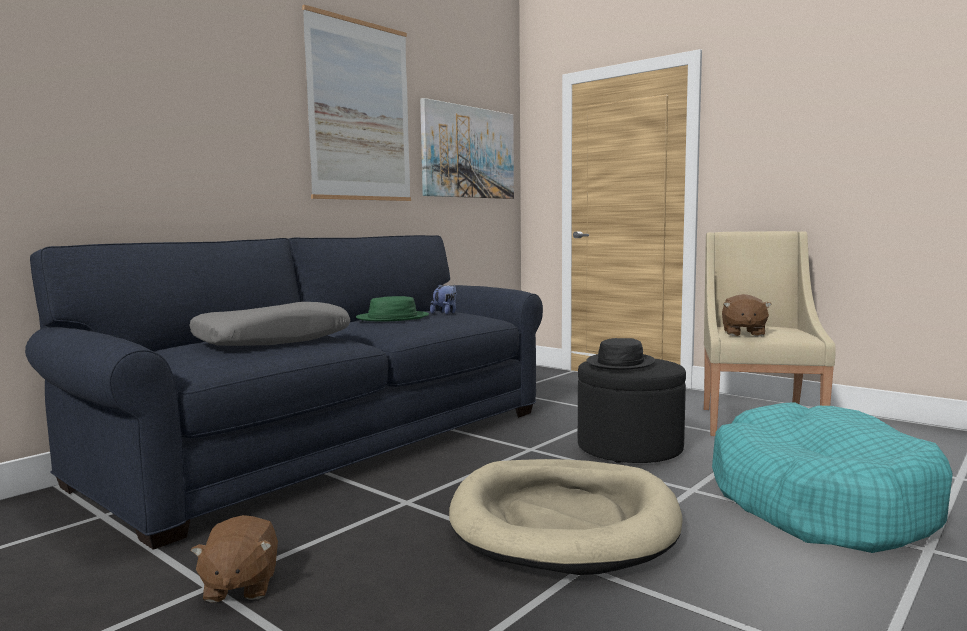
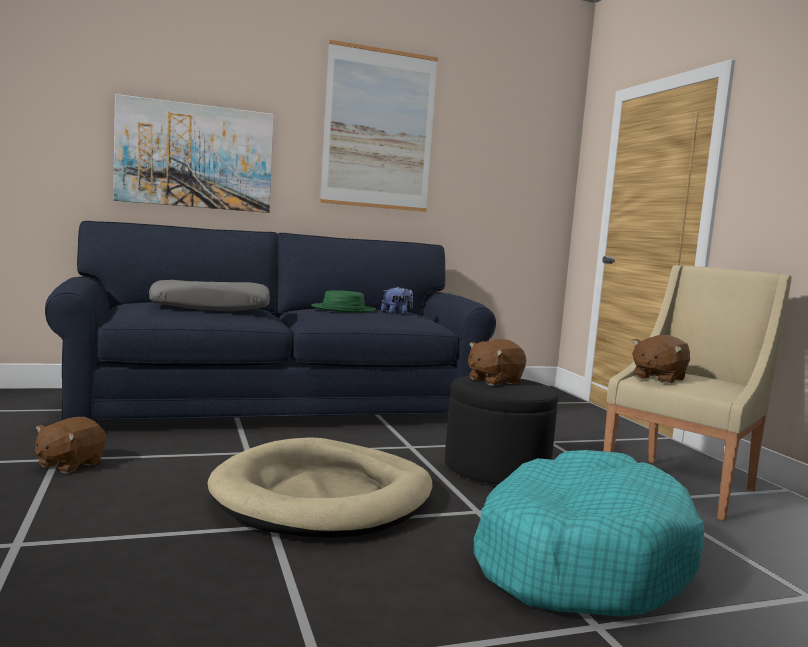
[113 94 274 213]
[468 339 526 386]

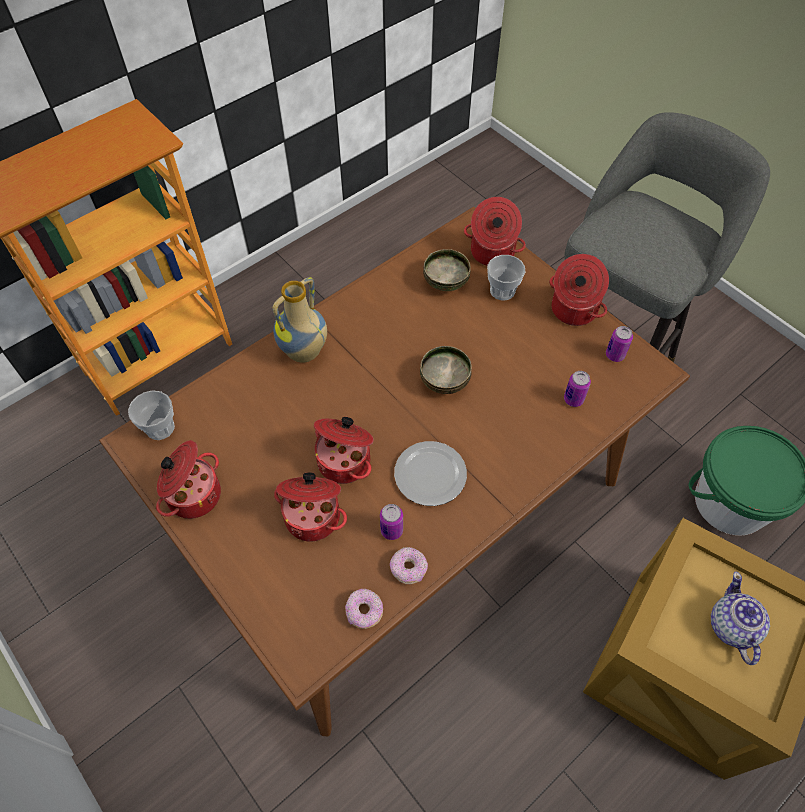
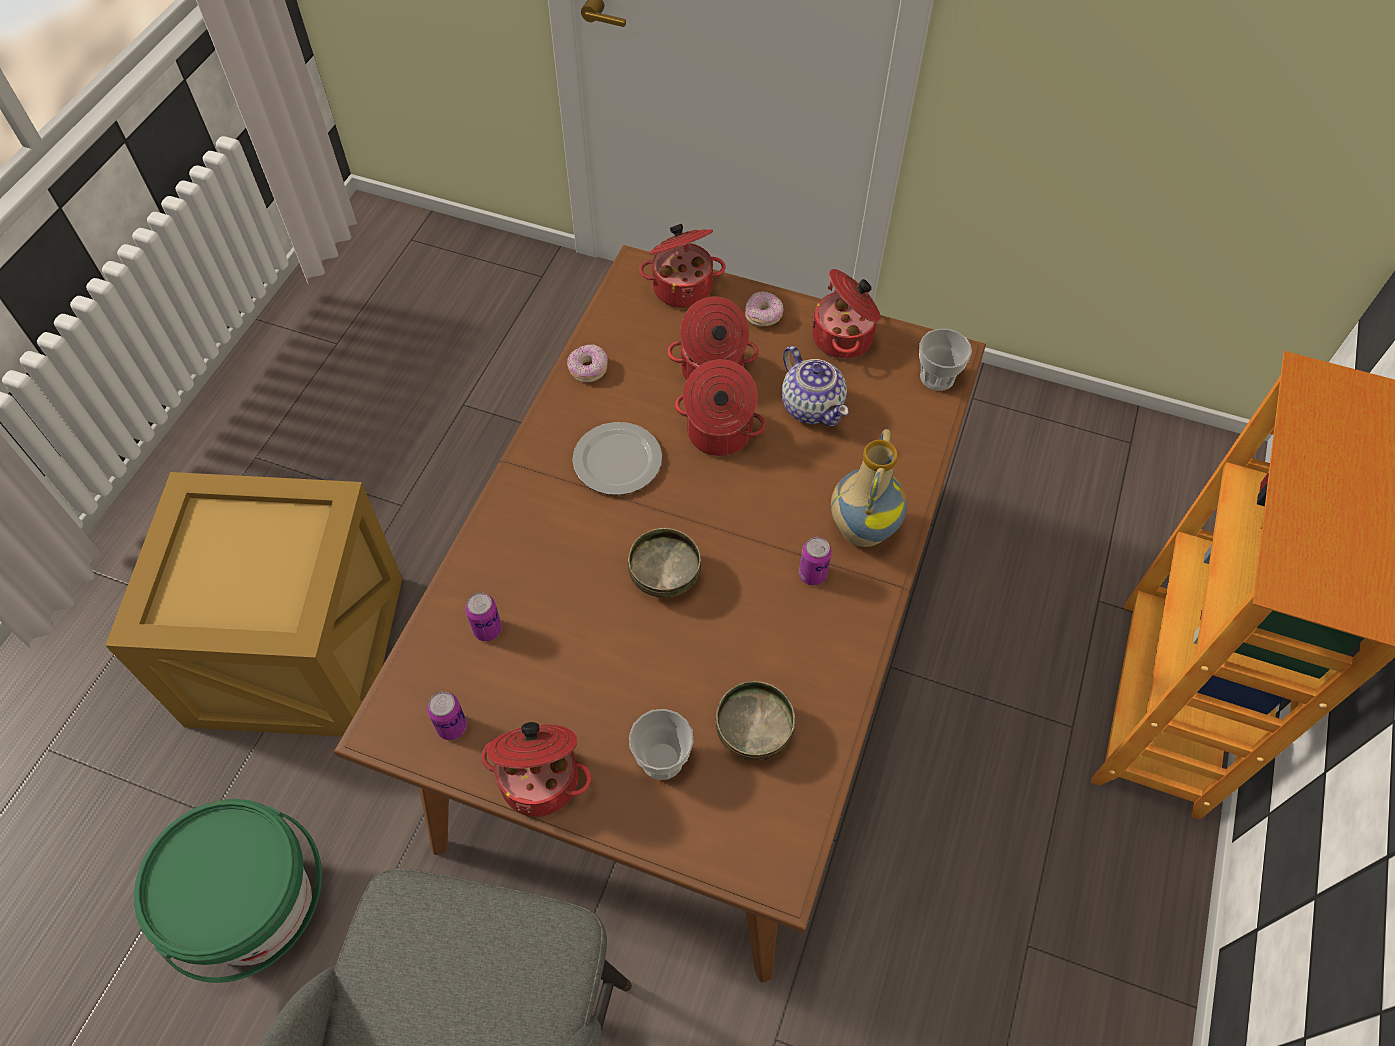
[745 291 784 326]
[799 537 832 585]
[639 224 726 308]
[782 346 849 426]

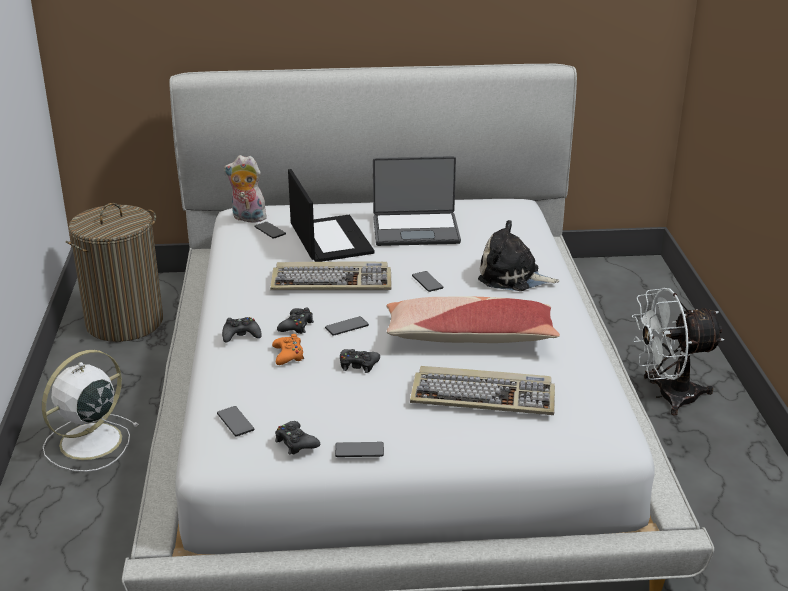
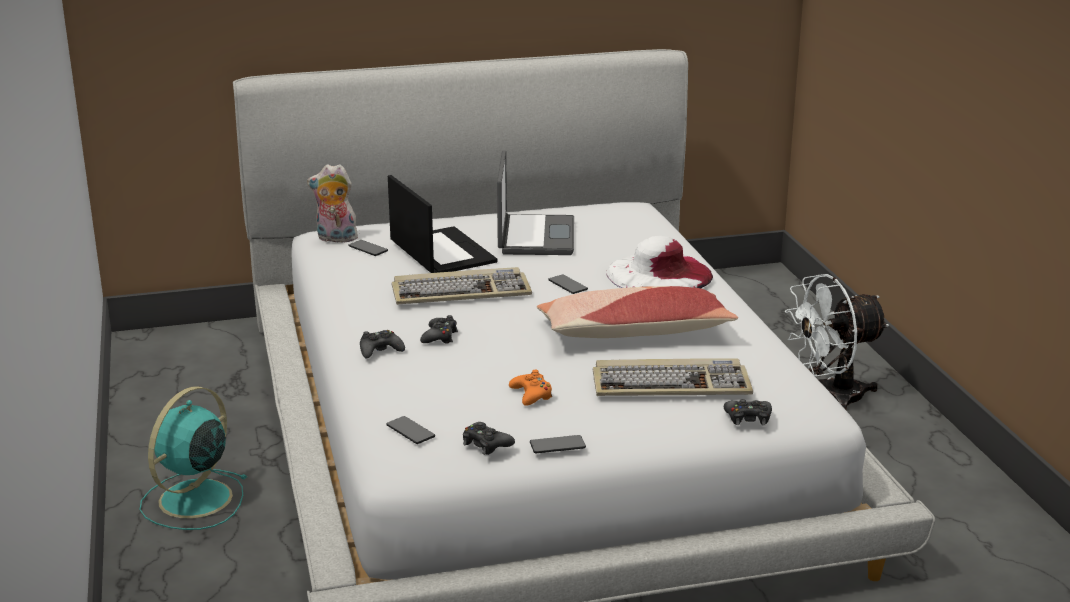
[66 203 163 342] (first image)
[325 316 369 336] (first image)
[509 370 553 406]
[724 399 772 425]
[606 236 713 288]
[139 386 247 530]
[497 150 574 255]

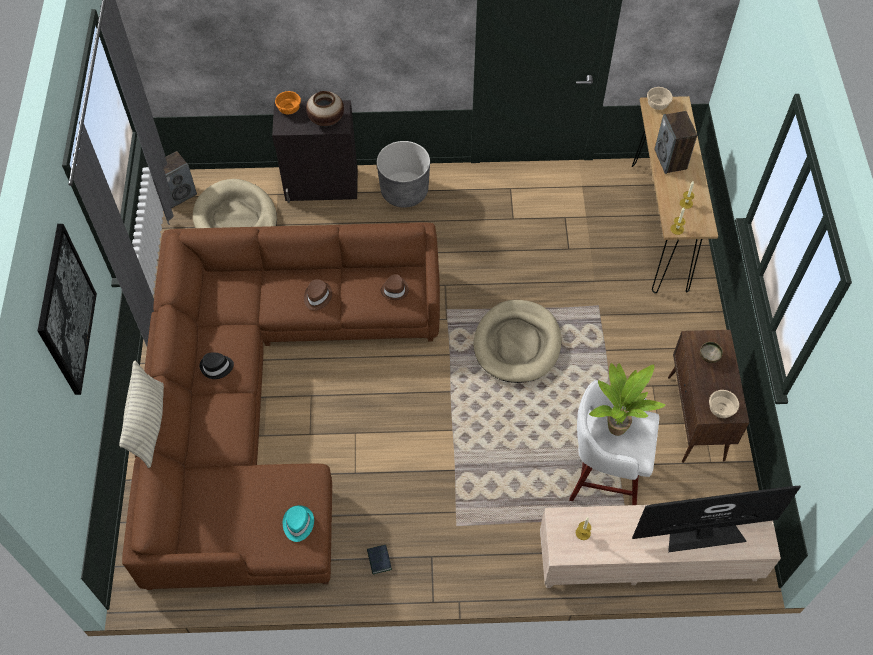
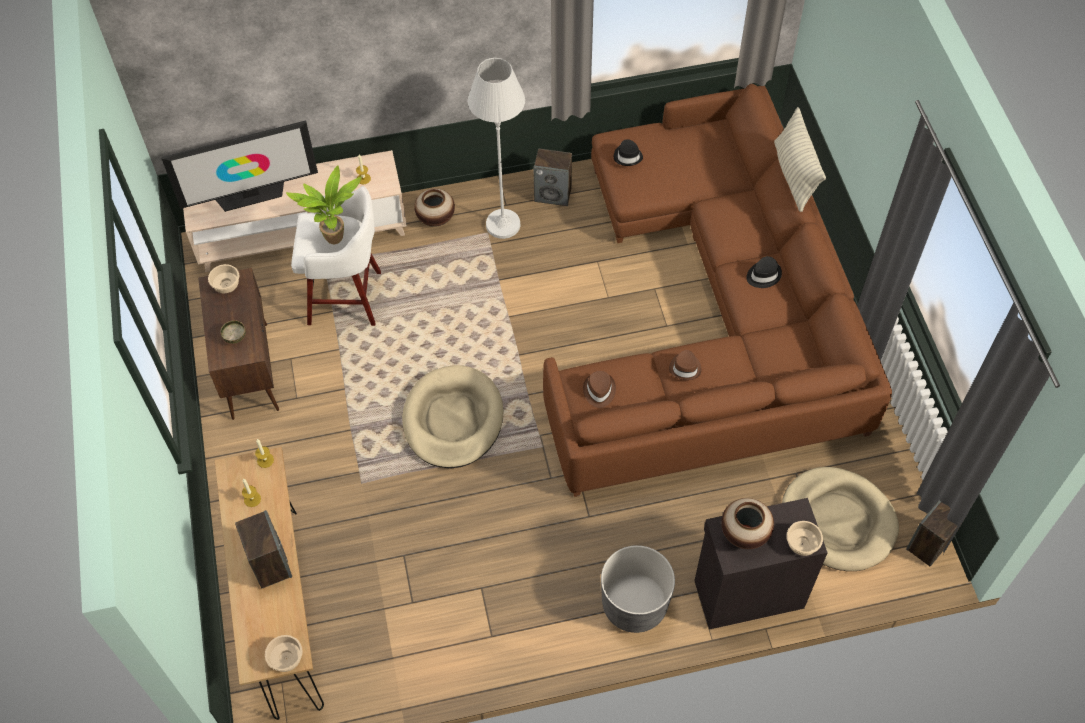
[37 224 97 395] (first image)
[414 189 455 227]
[468 58 525 239]
[534 149 572 206]
[787 521 823 556]
[614 139 643 166]

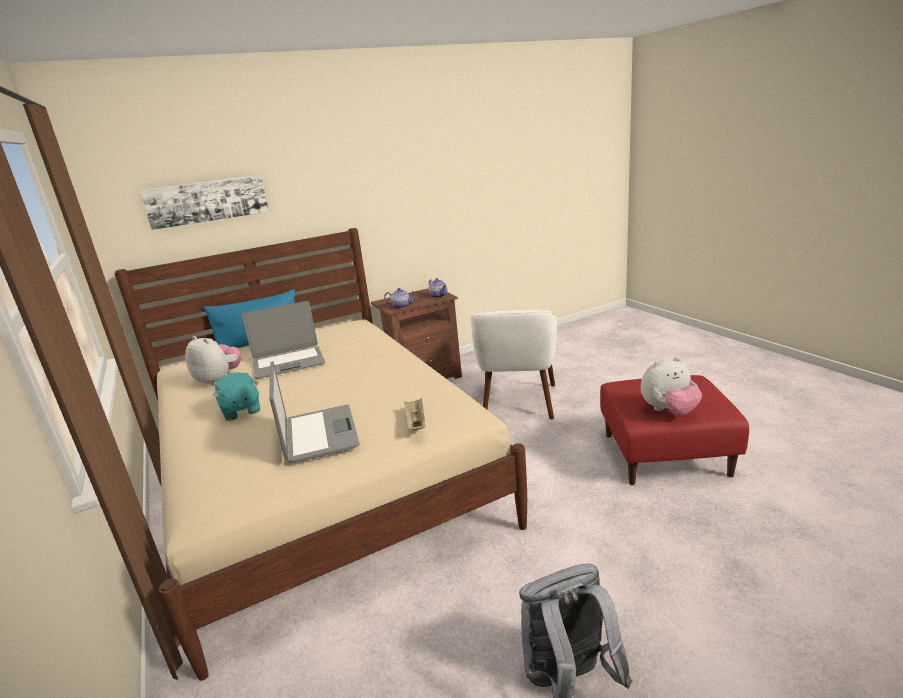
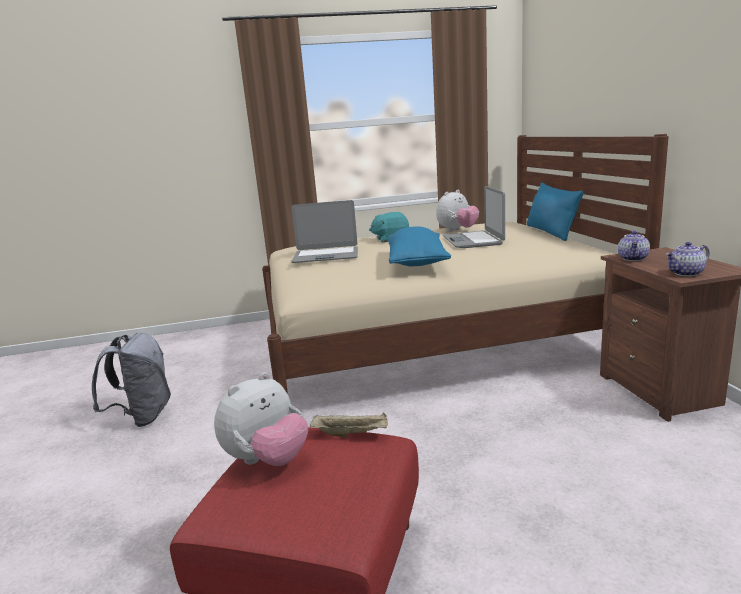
[140 175 269 230] (first image)
[471 310 557 420] (first image)
[388 226 451 266]
[310 413 388 437]
[214 372 308 466]

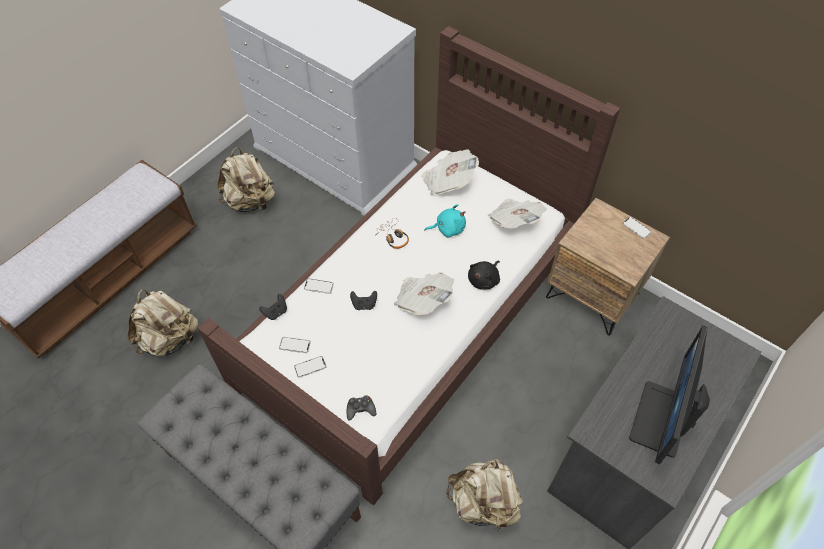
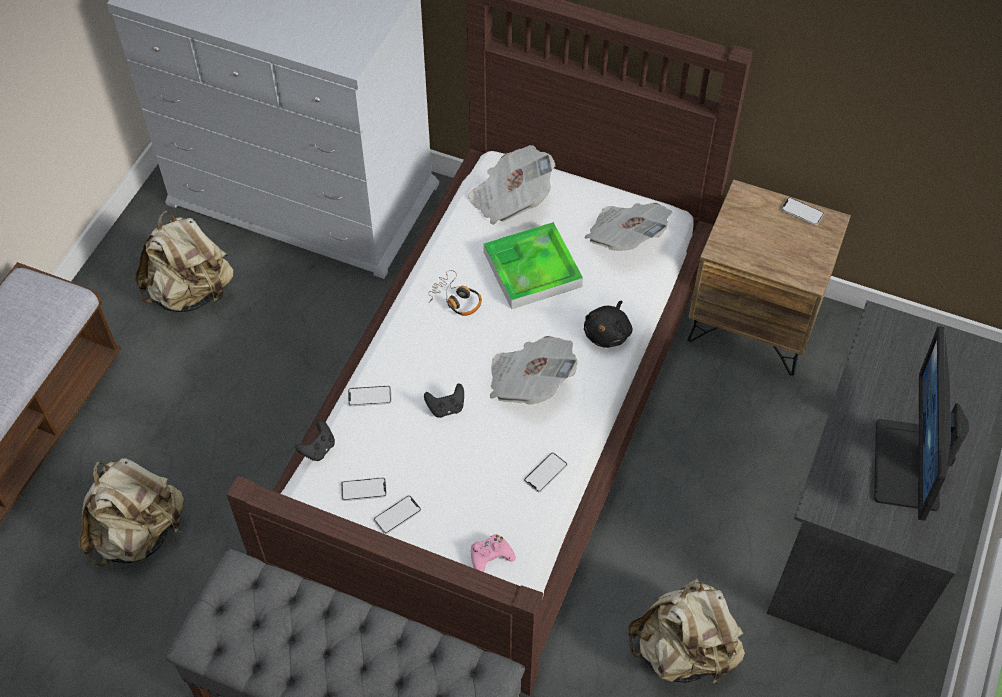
[524 453 568 492]
[484 222 583 309]
[471 534 516 572]

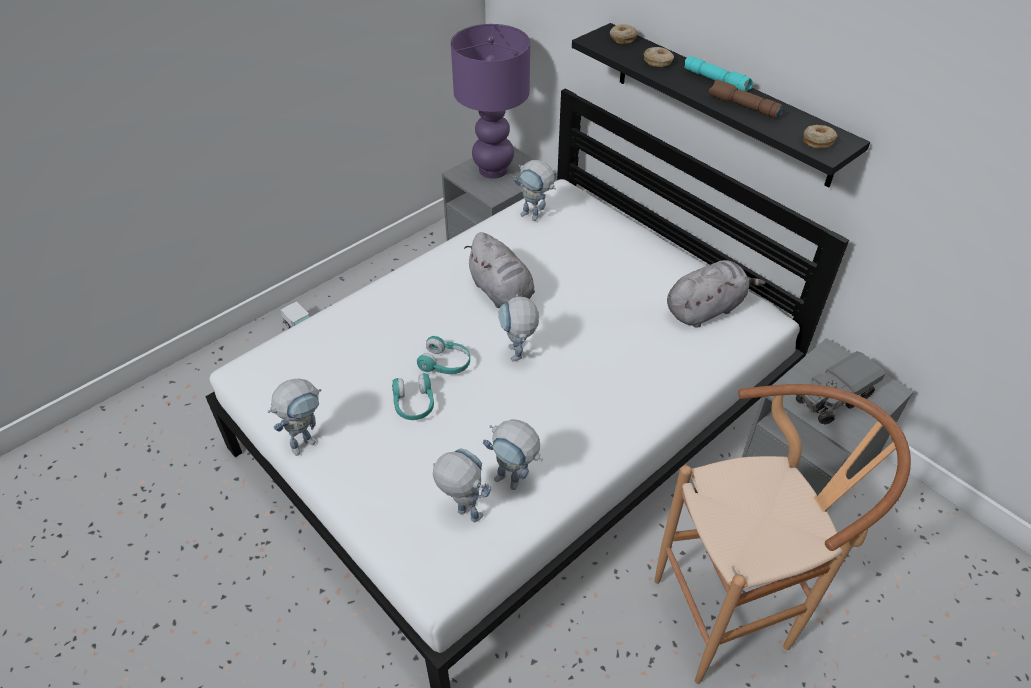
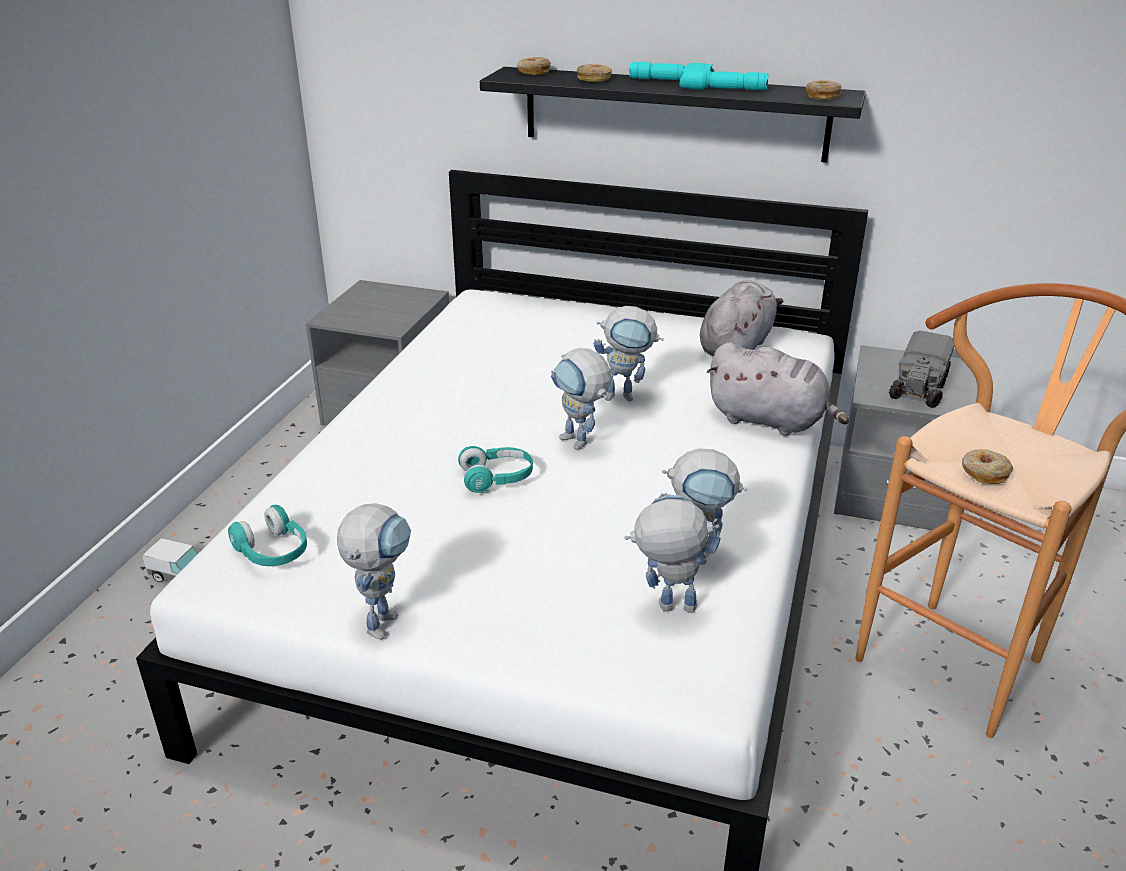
[451 24 530 179] (first image)
[962 449 1013 484]
[228 505 307 566]
[707 342 849 436]
[593 306 664 401]
[680 69 769 90]

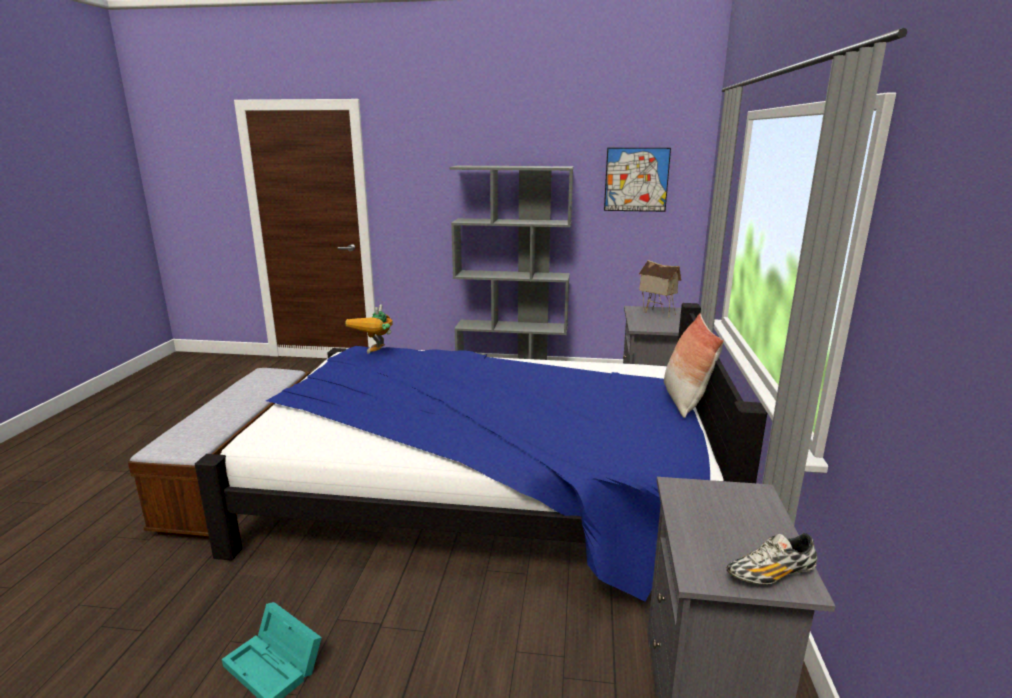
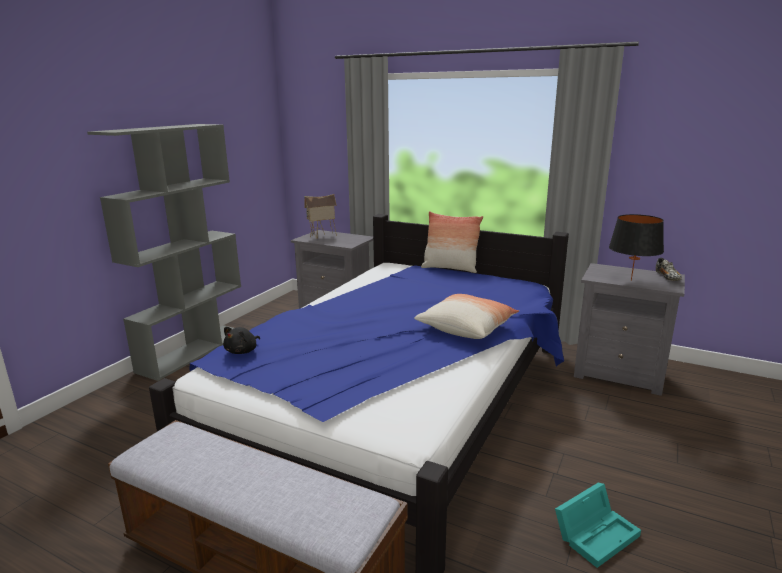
[604 148 671 212] (first image)
[414 294 519 339]
[609 214 664 281]
[223 327 260 354]

